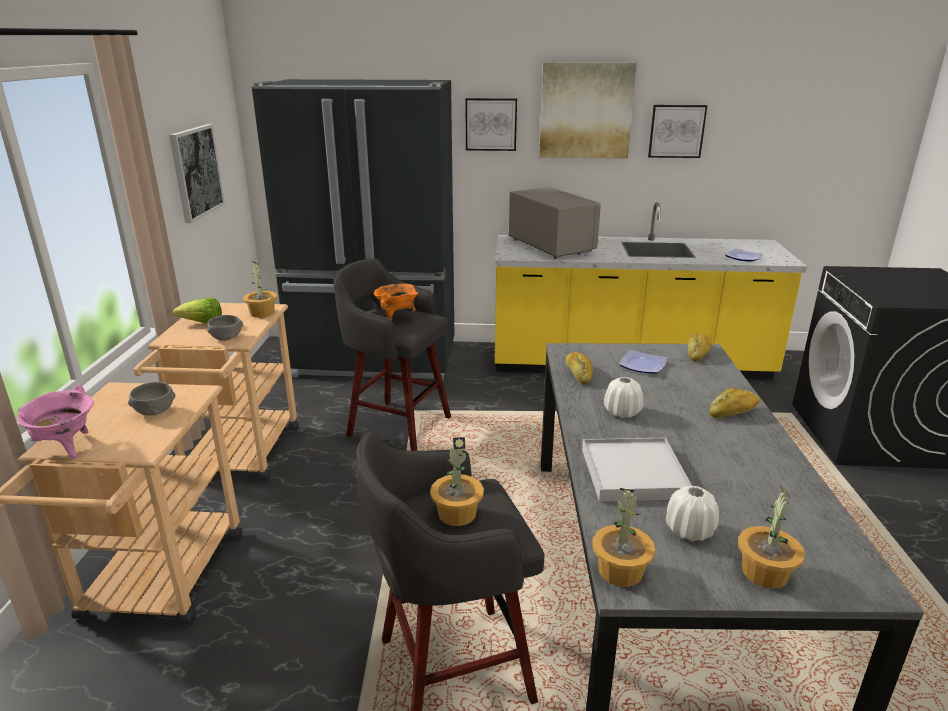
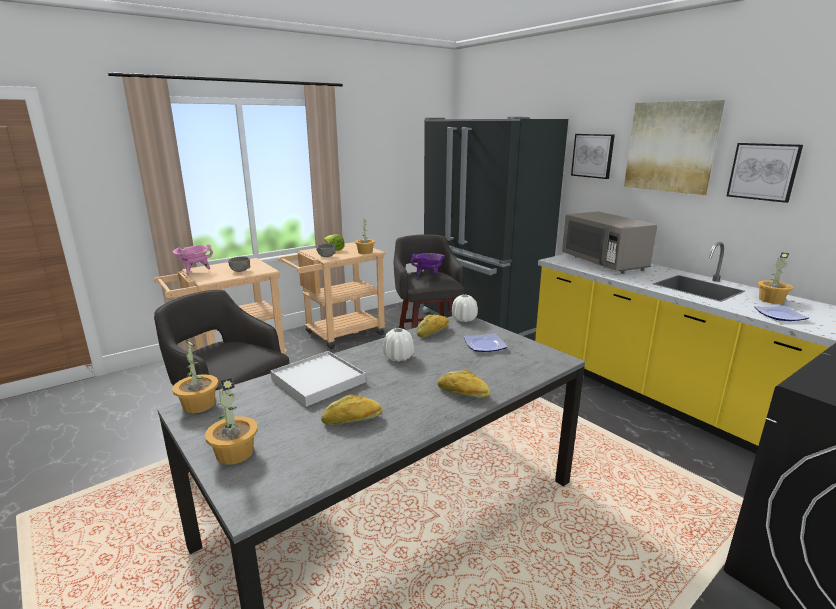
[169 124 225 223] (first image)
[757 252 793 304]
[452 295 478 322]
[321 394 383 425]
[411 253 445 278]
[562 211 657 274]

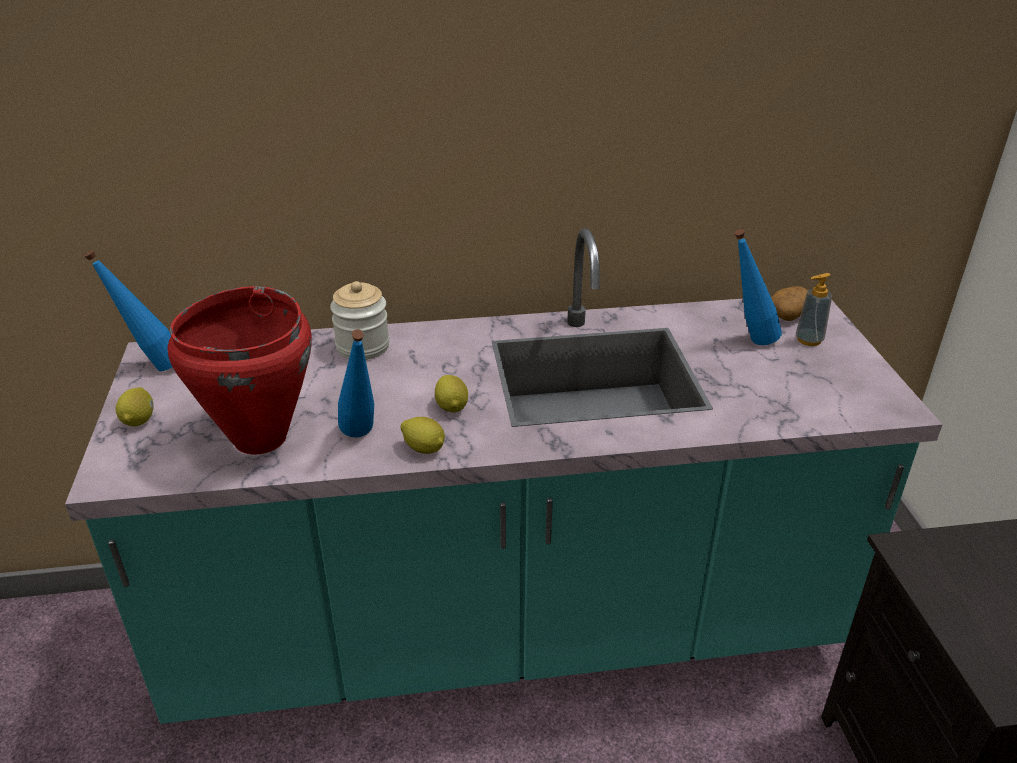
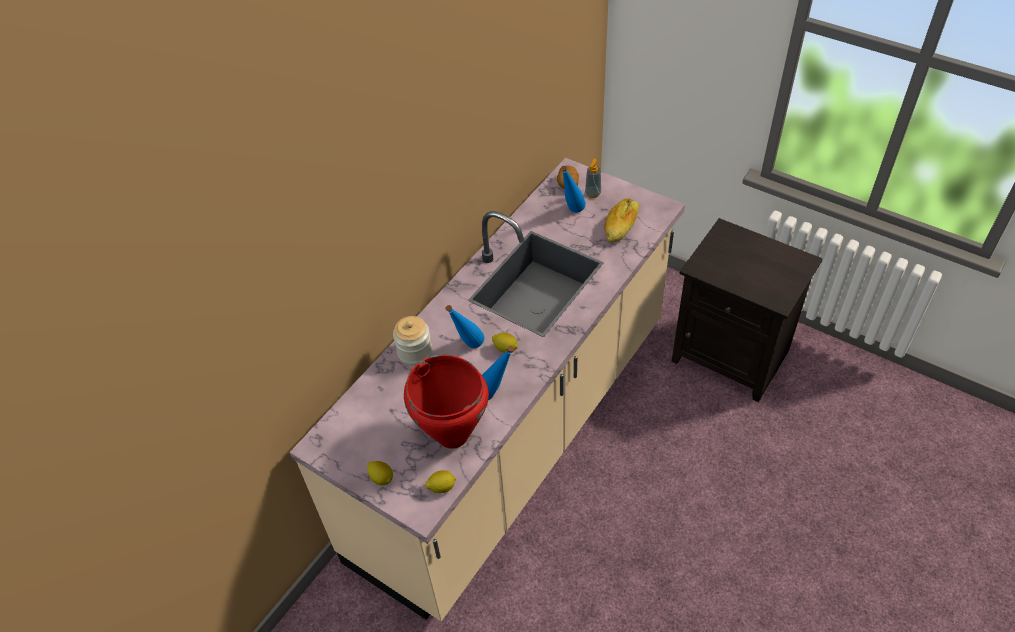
[604 198 639 242]
[446 305 484 348]
[425 470 456 493]
[289 158 685 621]

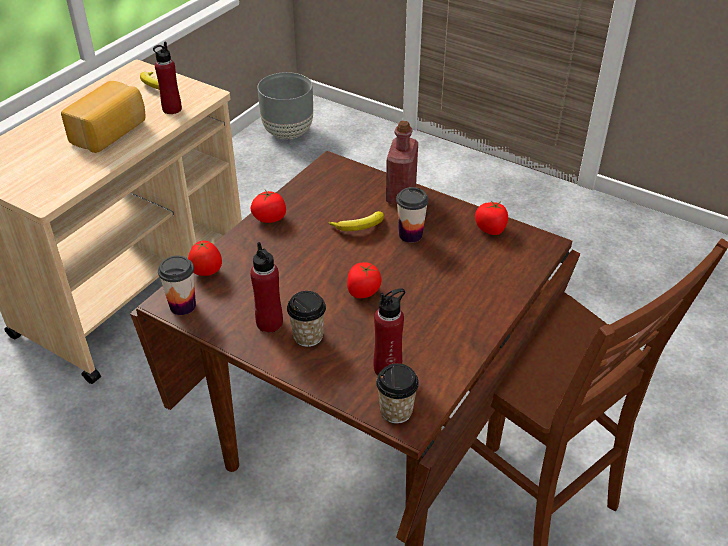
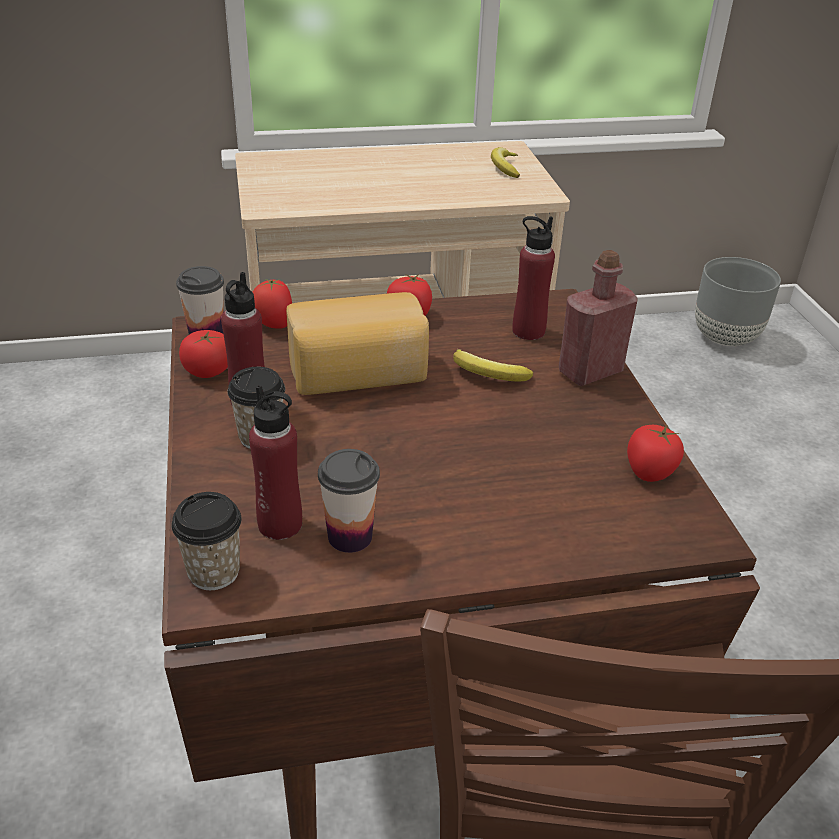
[286 292 429 395]
[512 216 555 340]
[179 330 228 378]
[318 449 380 553]

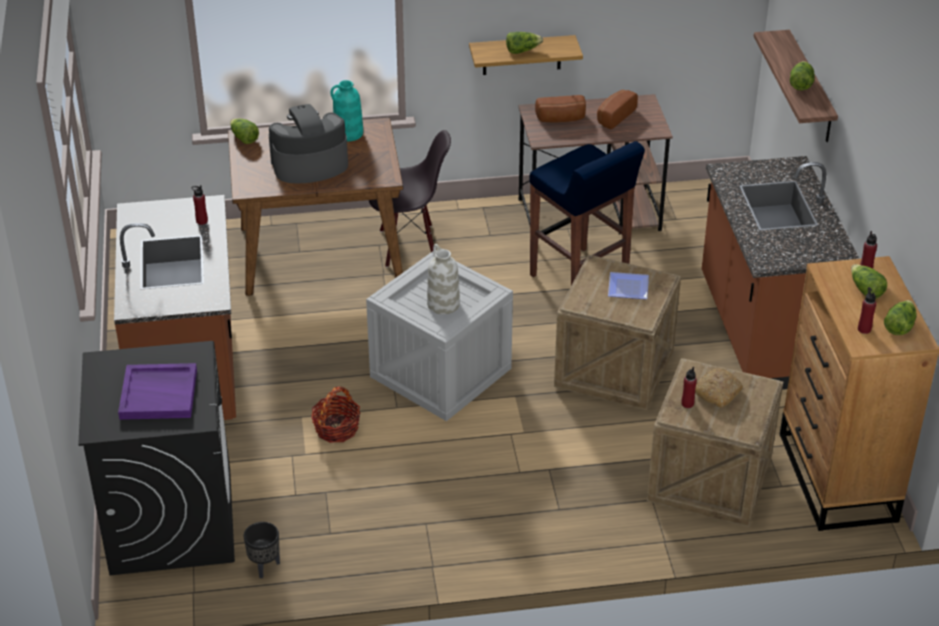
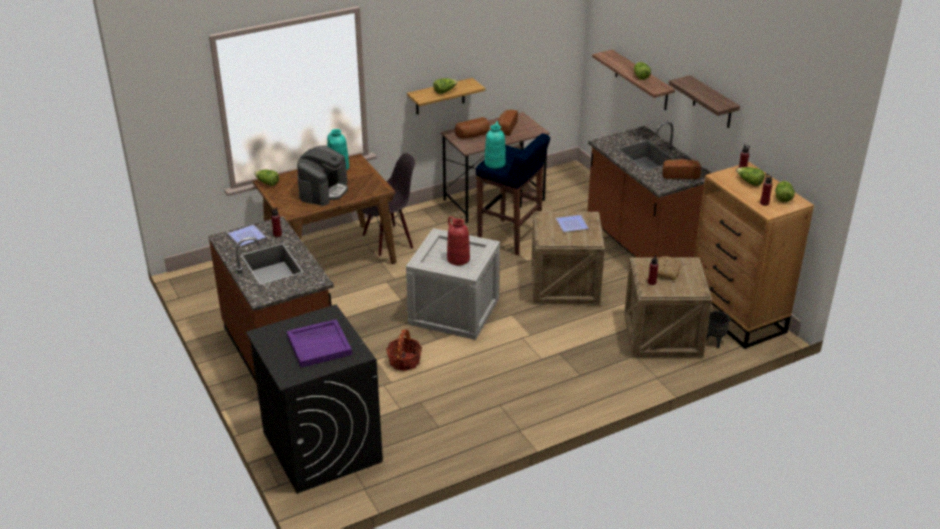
[228 225 266 246]
[485 121 506 169]
[663 159 701 179]
[669 75 740 128]
[706 311 730 348]
[447 216 470 265]
[297 145 348 206]

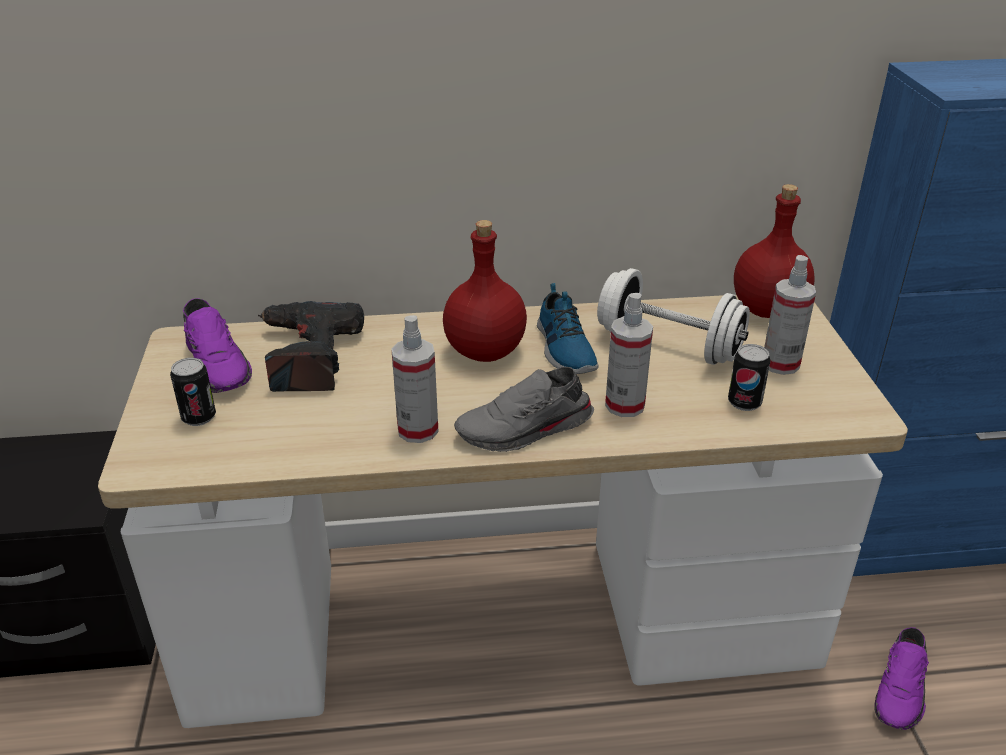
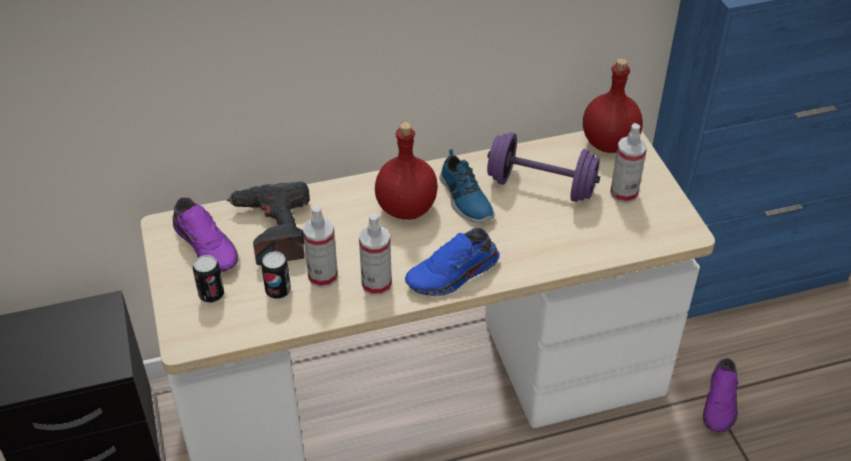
[303 206 338 288]
[261 251 291 299]
[405 228 500 296]
[487 132 600 202]

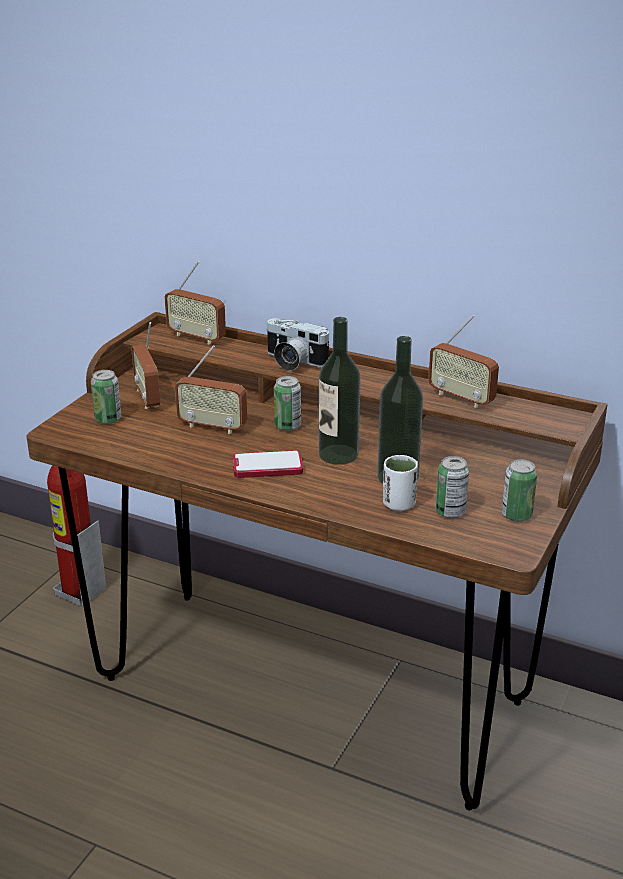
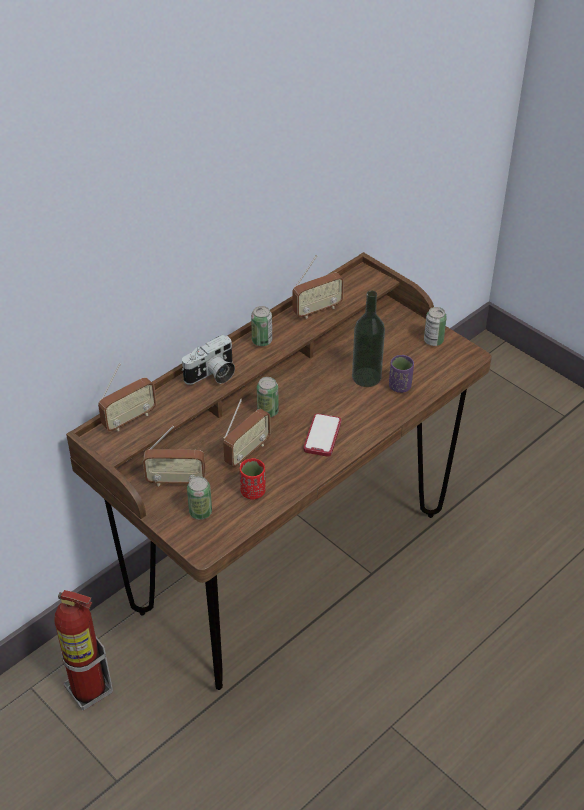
[319 317 361 465] (first image)
[240 458 266 499]
[251 306 272 346]
[389 355 414 393]

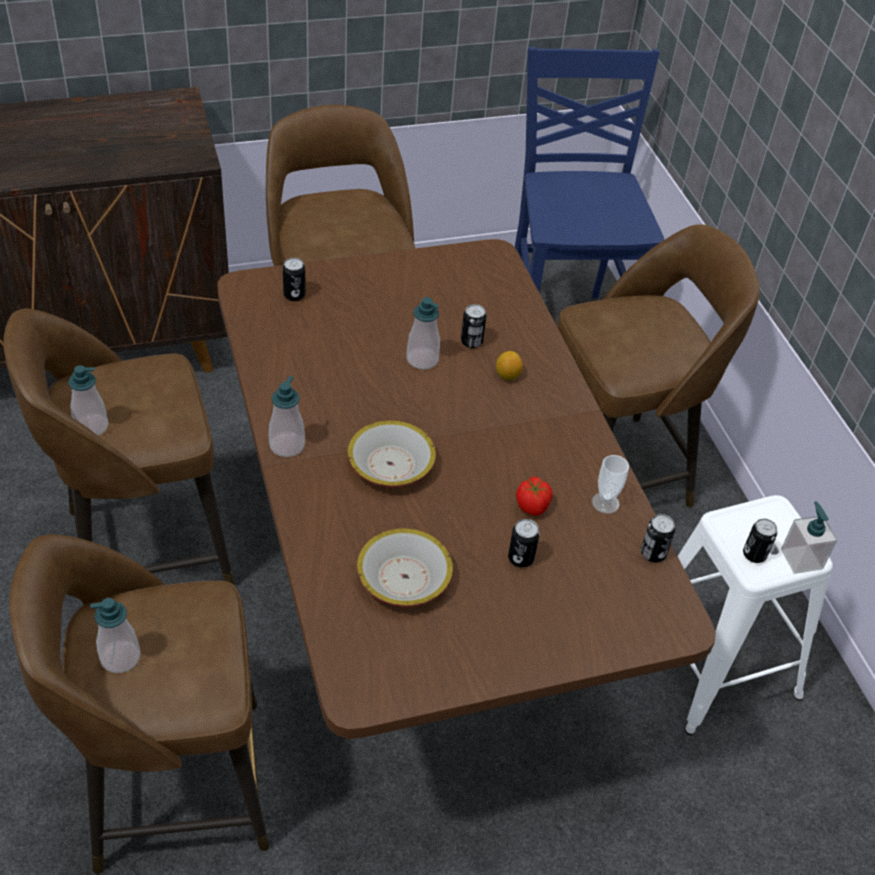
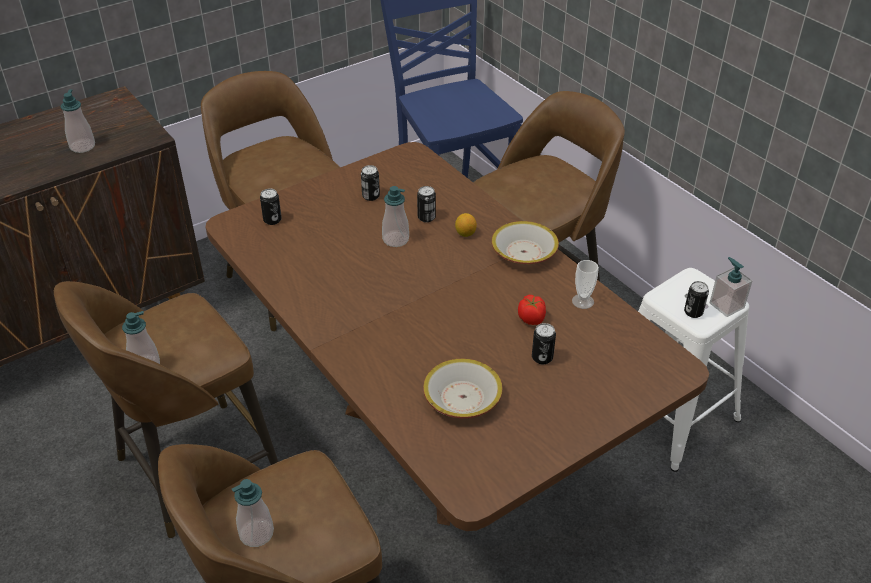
[61 89 95 153]
[491 221 559 264]
[361 165 380 201]

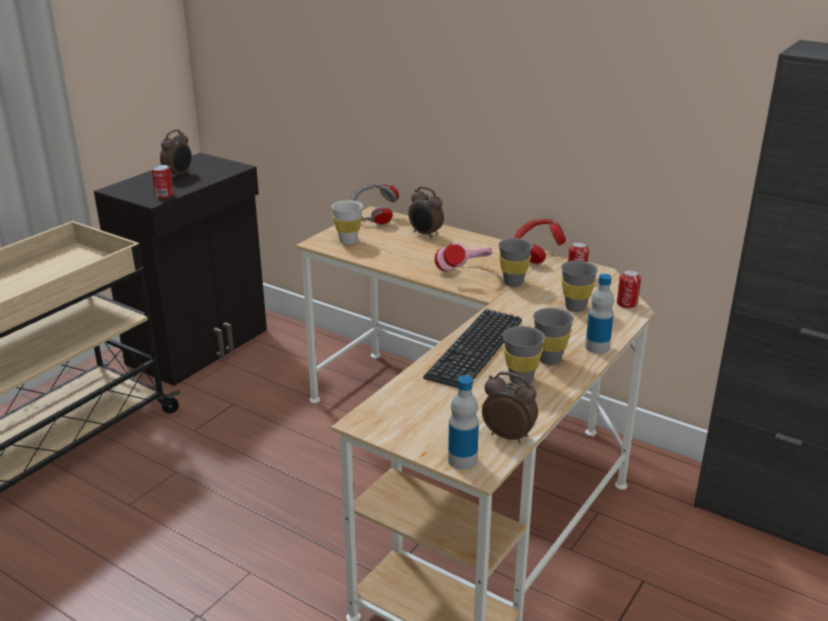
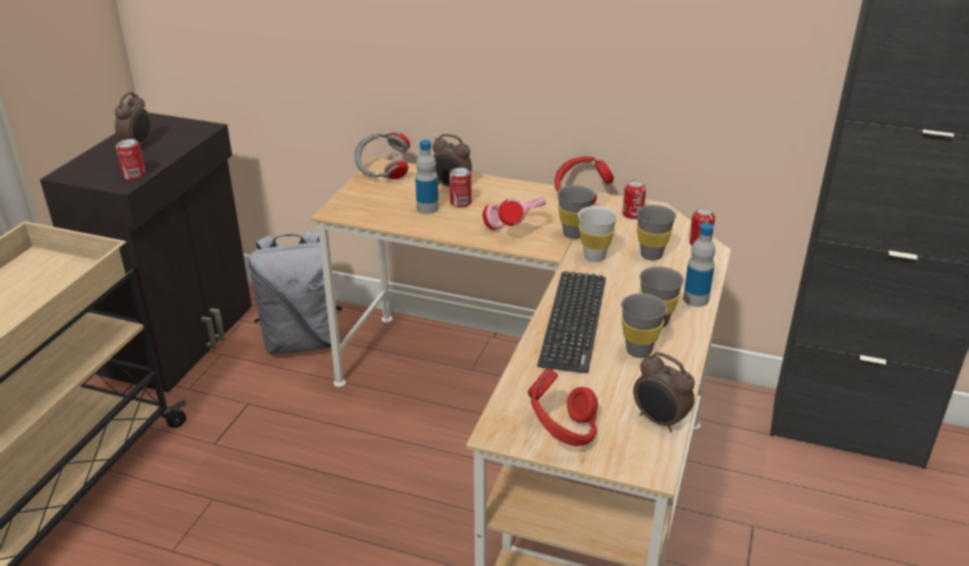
[249 230 342 355]
[449 168 471 208]
[528 369 598 446]
[578 206 618 262]
[415 140 439 214]
[633 352 695 432]

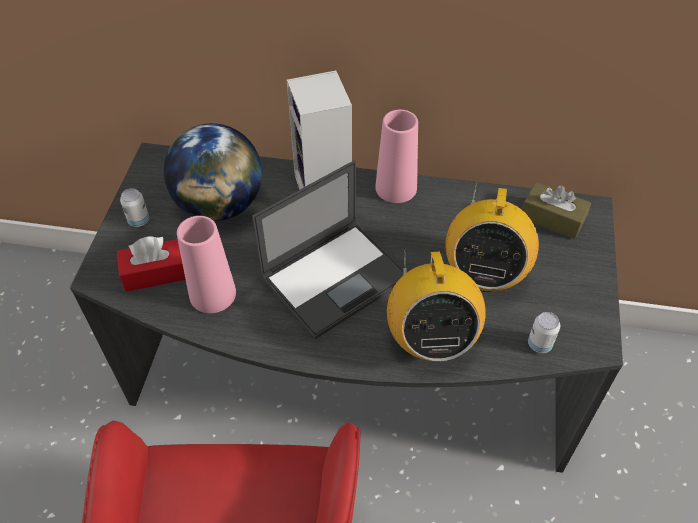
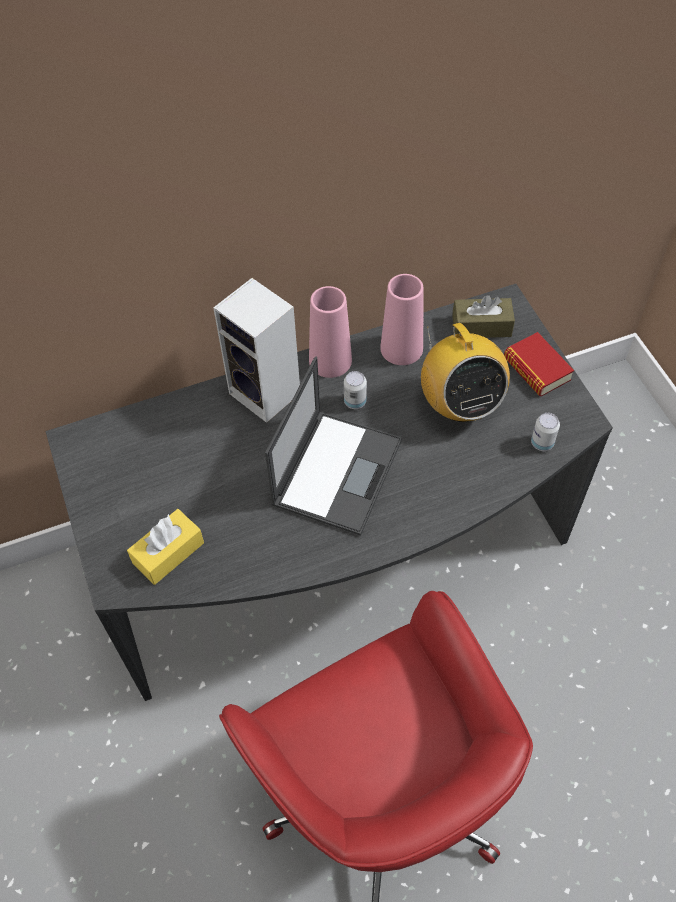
[164 123 262 221] (first image)
[387 249 486 362] (first image)
[504 332 574 396]
[344 371 367 409]
[380 274 424 365]
[127 509 204 585]

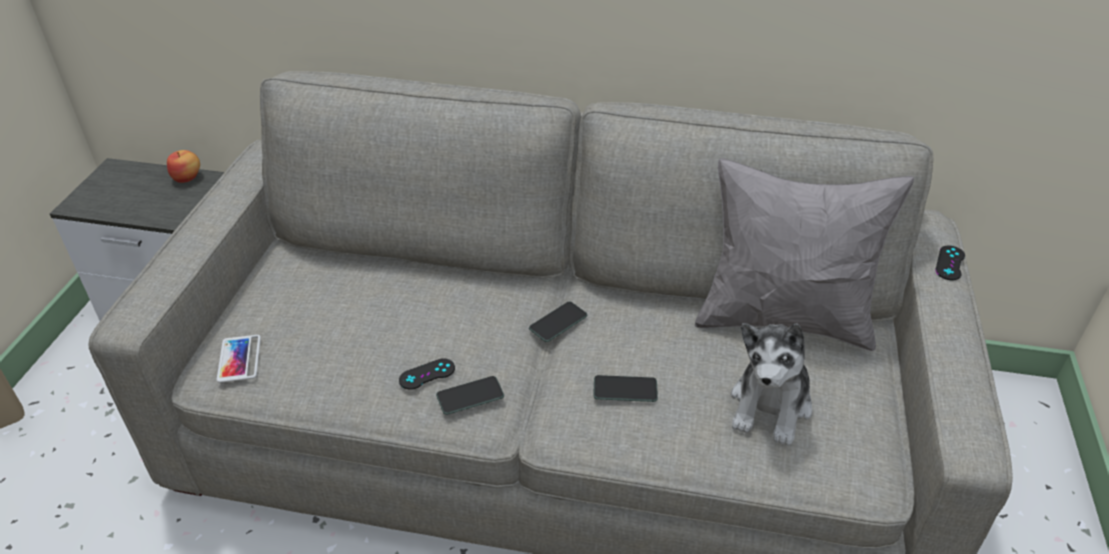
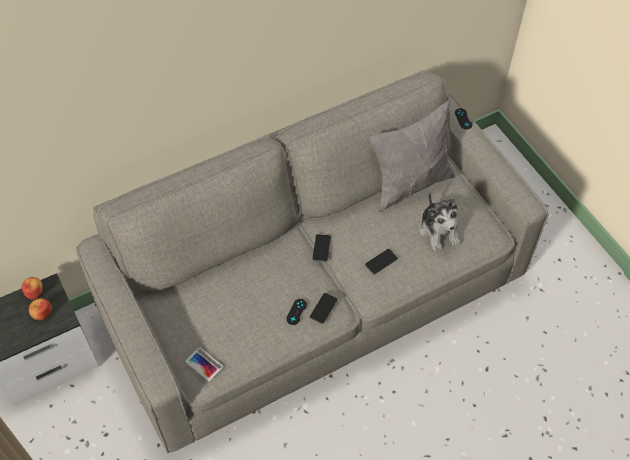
[29 298 52 320]

